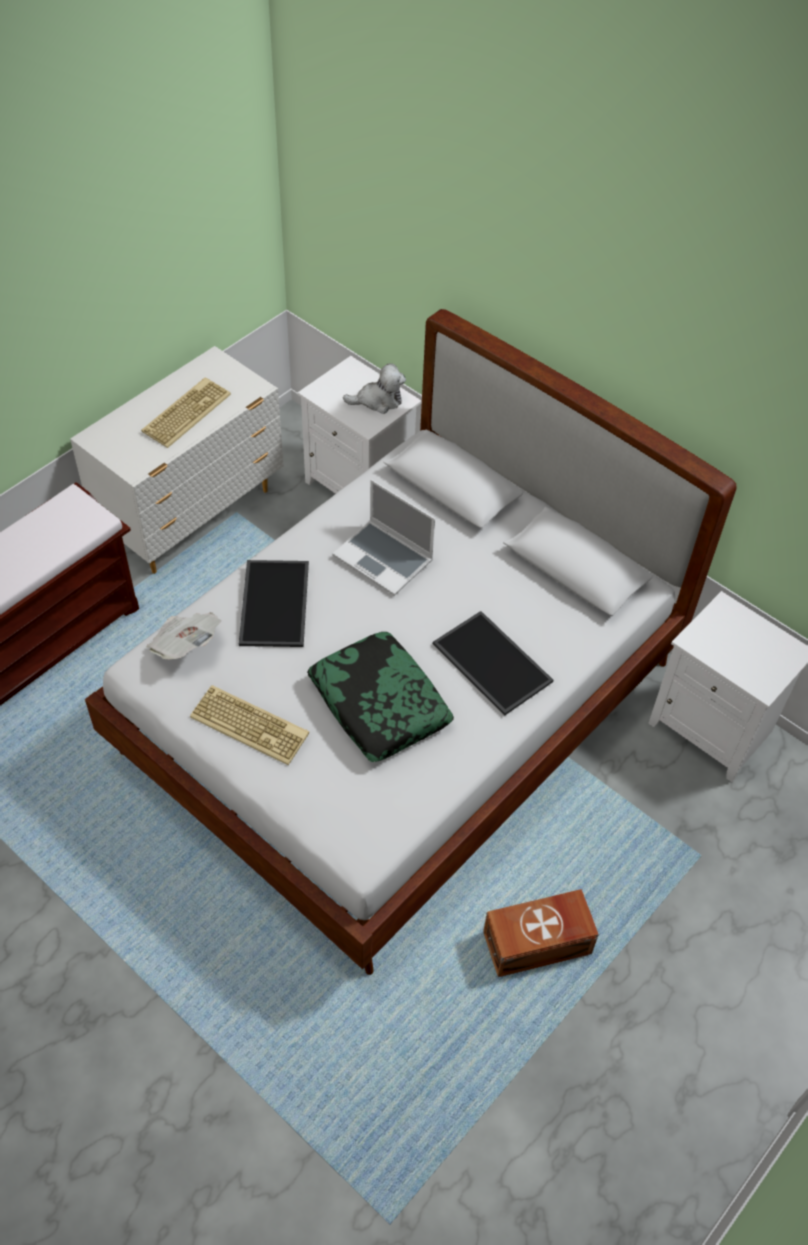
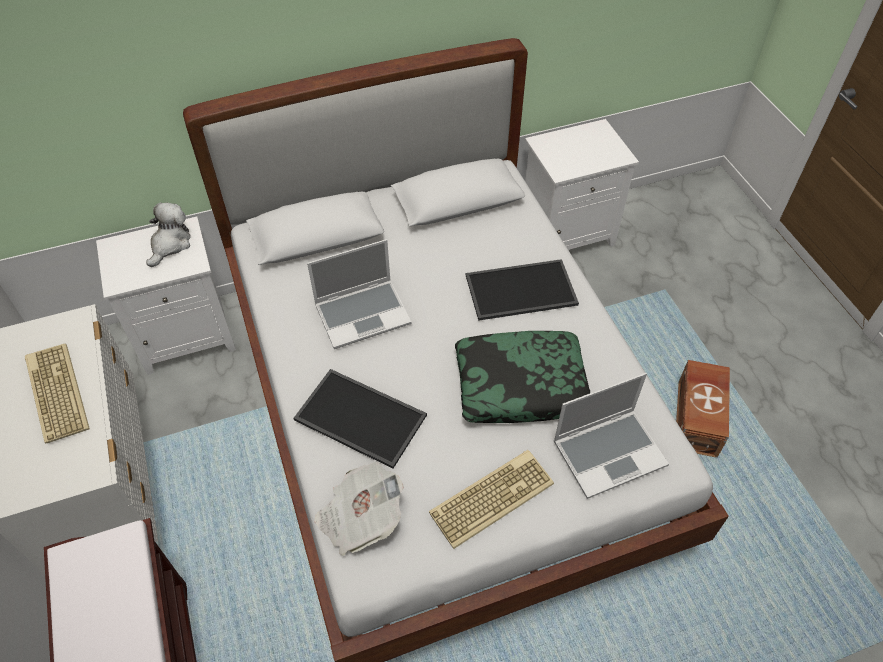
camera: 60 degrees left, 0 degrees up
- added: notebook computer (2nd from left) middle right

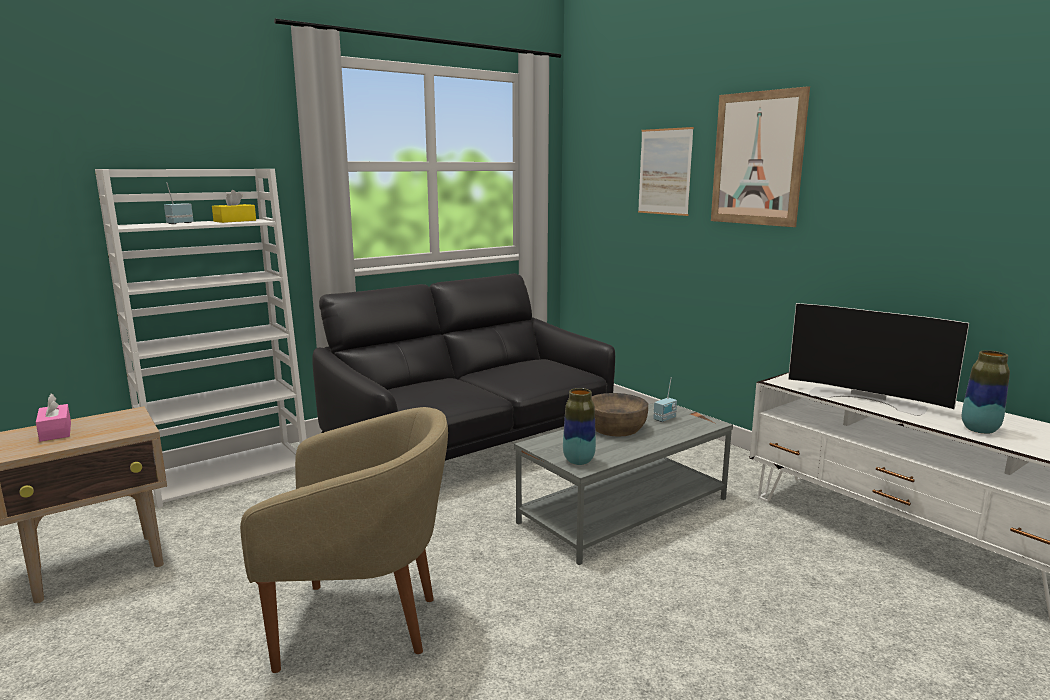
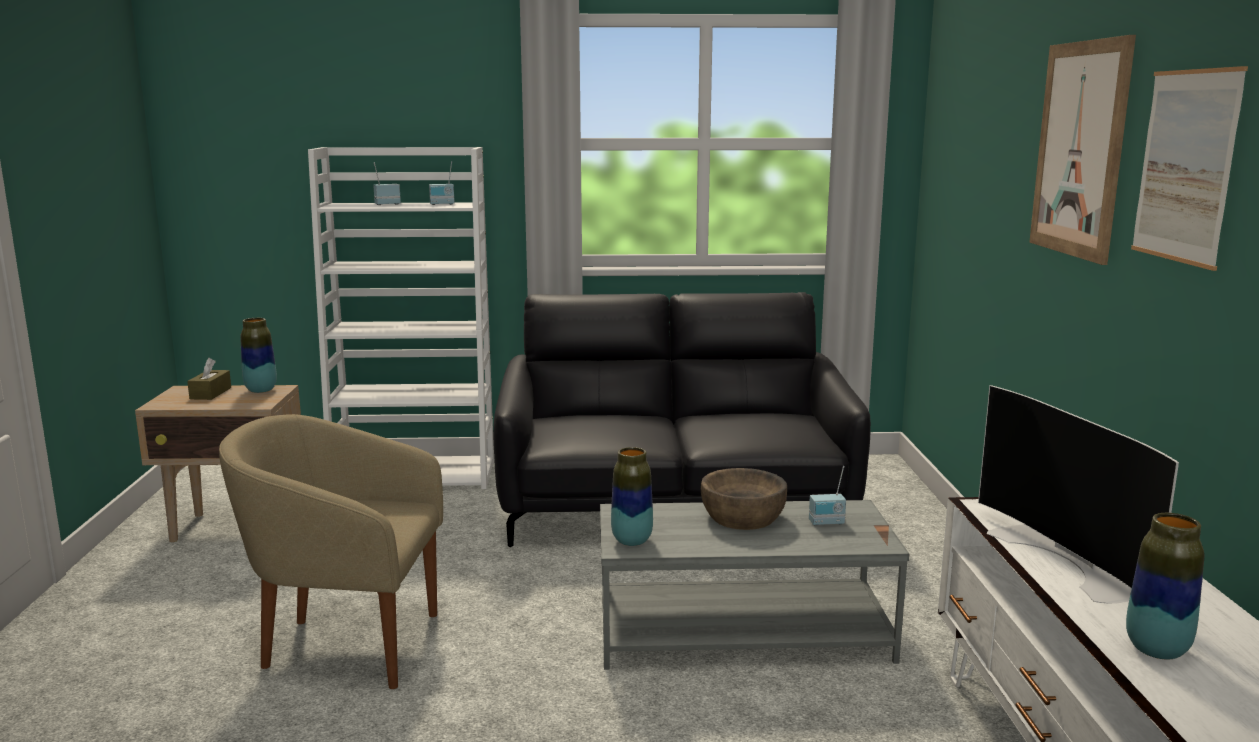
camera: 35 degrees right, 0 degrees up
- recoloured: tissue holder/pink middle left to tissue holder/brown middle left
- replaced: tissue holder/yellow top left to radio set (2nd from left) top centre
- turned: easy chair/beige bottom left = bottom left 150 degrees clockwise
- moved: picture (1st from left in the first image) top centre to picture (2nd from left) top right
- added: vase (1st from left) middle left

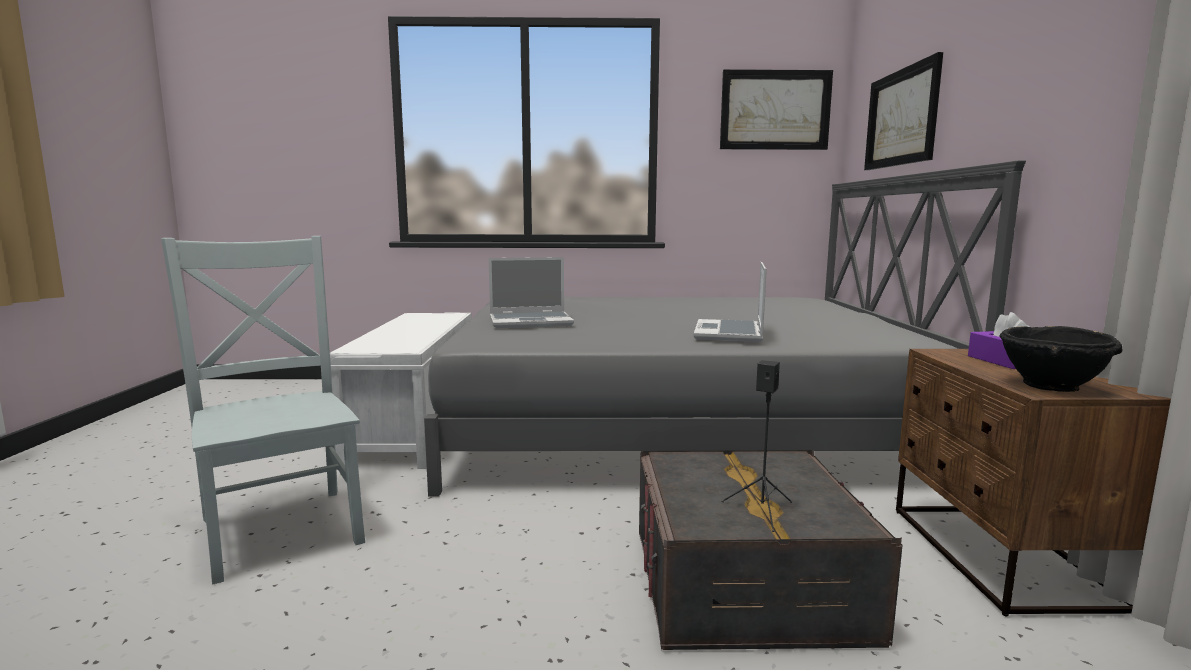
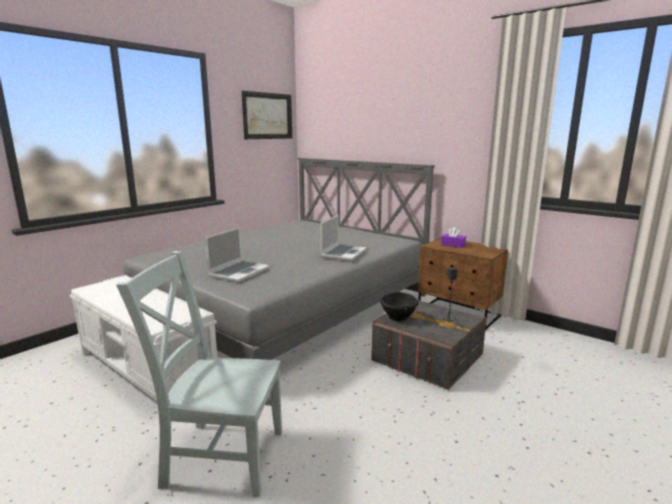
camera: 50 degrees left, 5 degrees up
- turned: notebook computer (2nd from left) centre = centre 120 degrees counterclockwise
- removed: picture (2nd from left) top right
- moved: deep dish/blackish middle right to centre

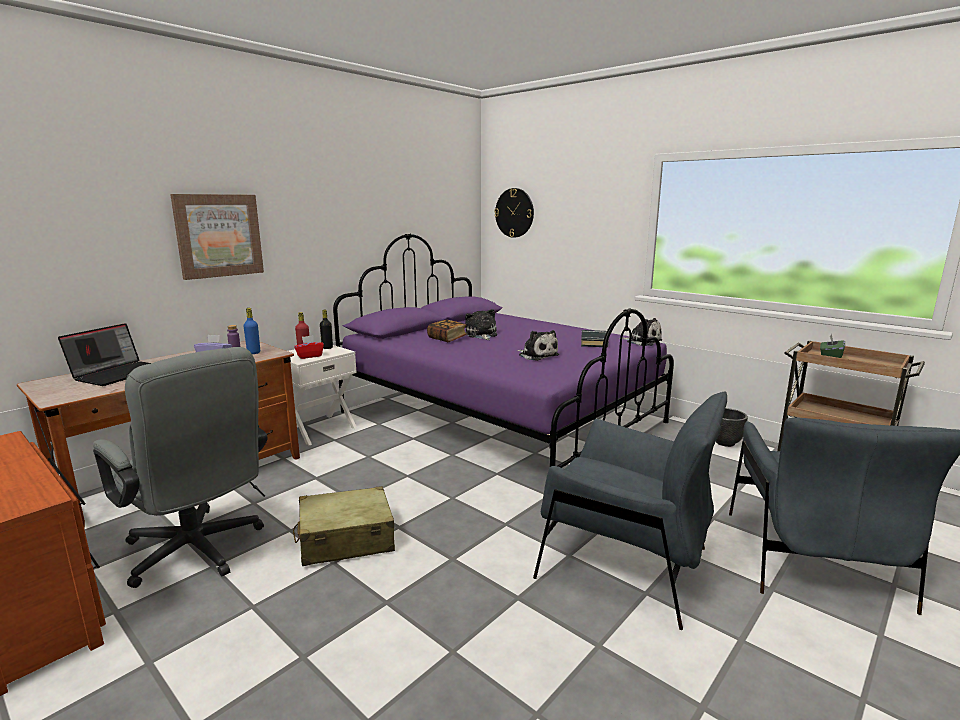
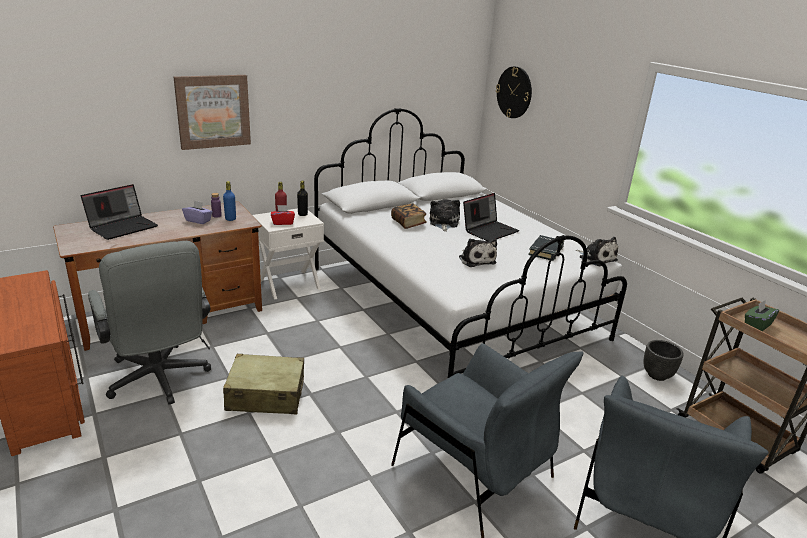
camera: 15 degrees right, 10 degrees up
- recoloured: bed/purple-coloured centre to bed/white-coloured centre
- added: notebook computer (2nd from left) centre

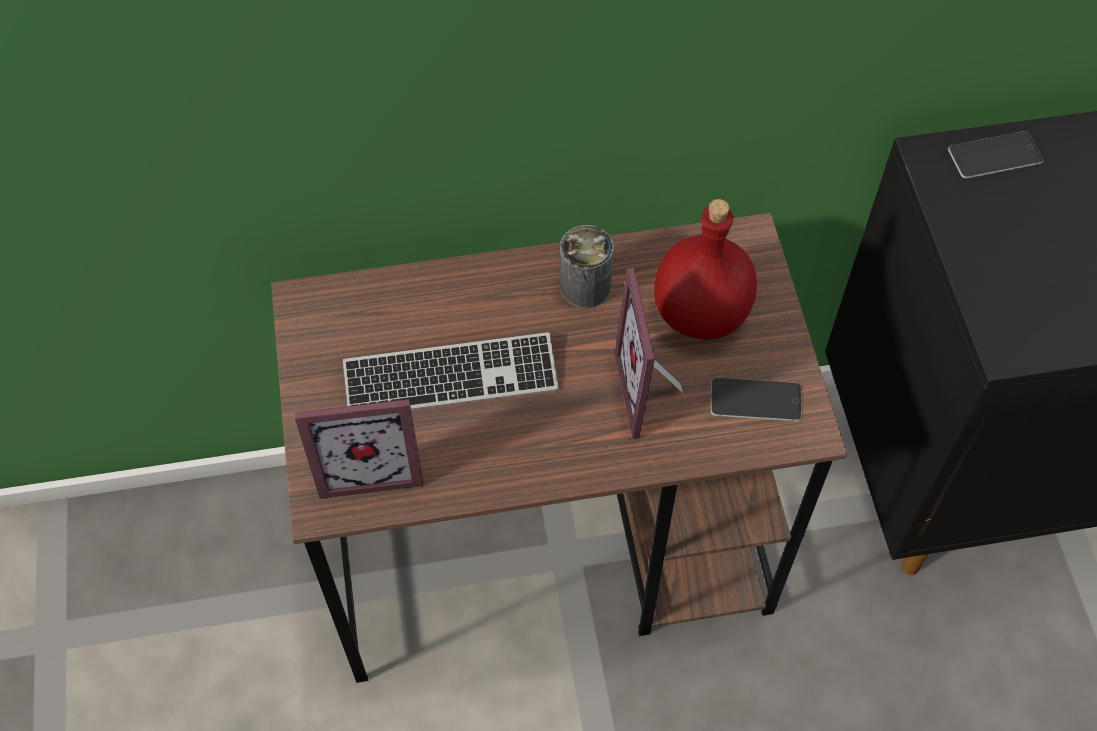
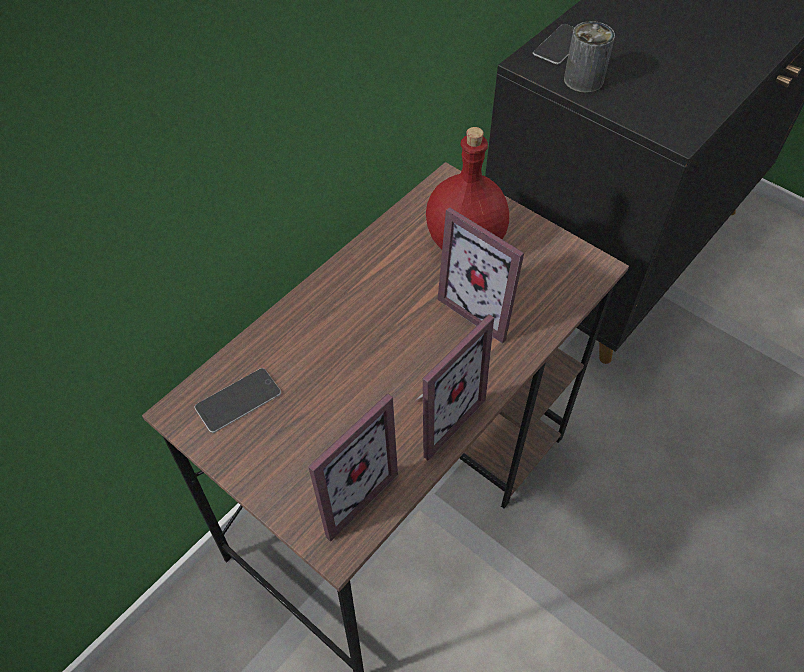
camera: 40 degrees left, 5 degrees down
- removed: PC keyboard centre
- moved: can centre to top right
- moved: telephone (1st from left) middle right to middle left
- added: picture frame (2nd from left) centre

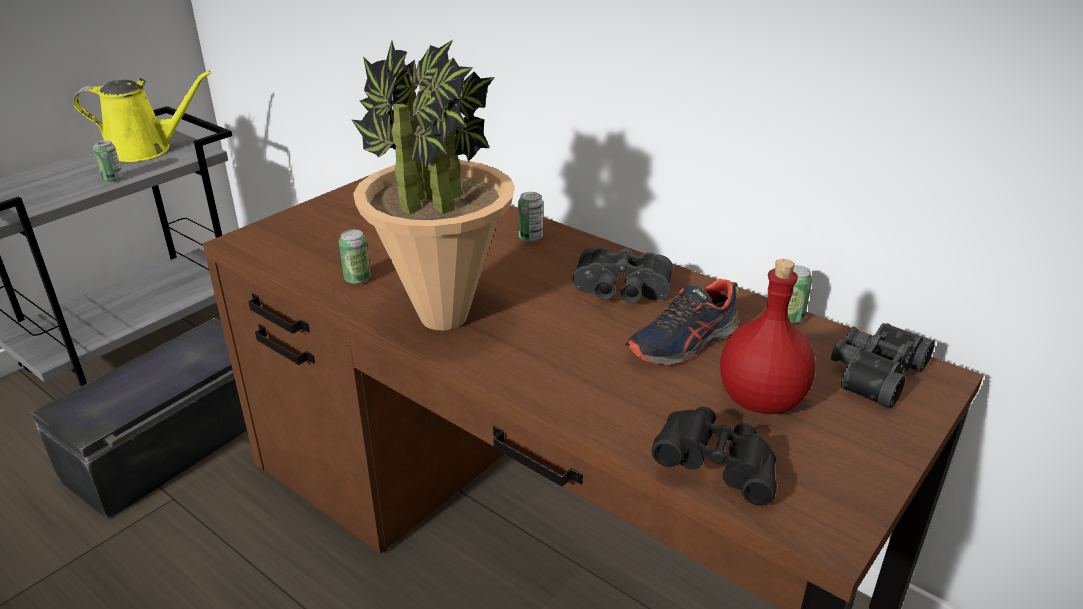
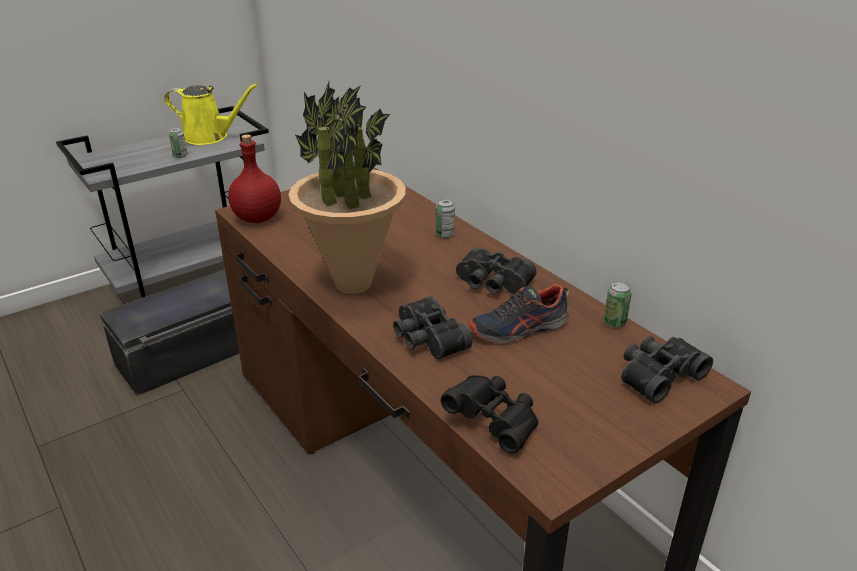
camera: 15 degrees right, 0 degrees up
- removed: can (2nd from left) middle left
- moved: beverage bottle/reddish middle right to top left
- added: binoculars/blackish (1st from left) centre

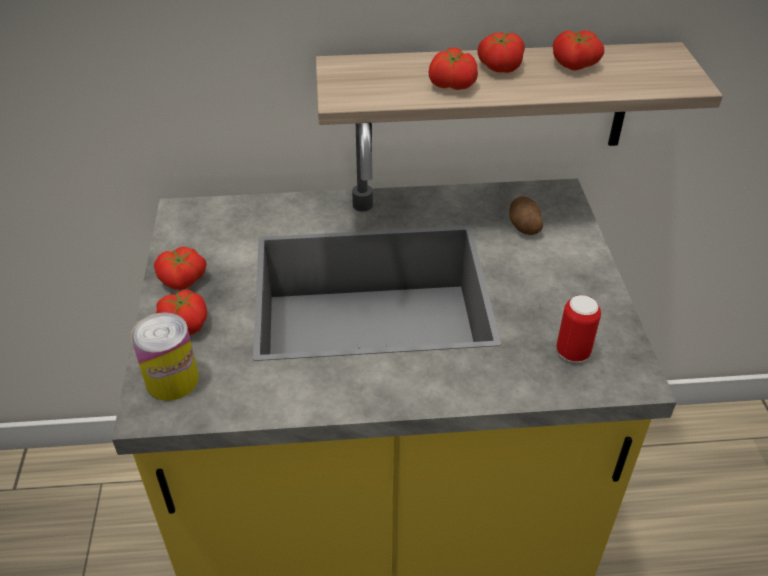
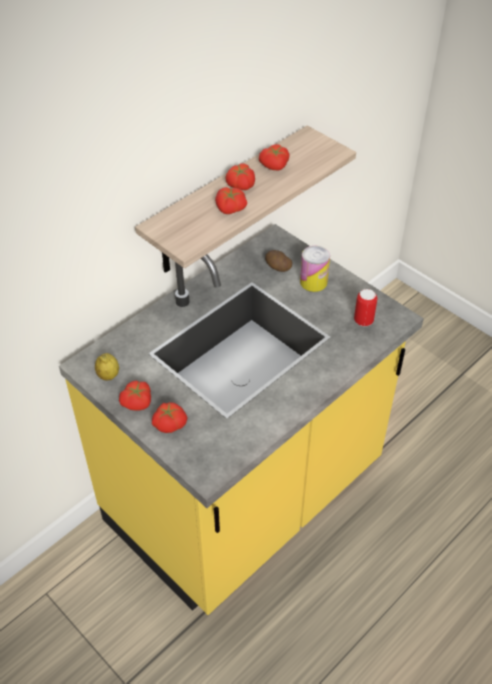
camera: 40 degrees left, 5 degrees up
- moved: can (1st from left) middle left to centre
- added: citrus fruit middle left

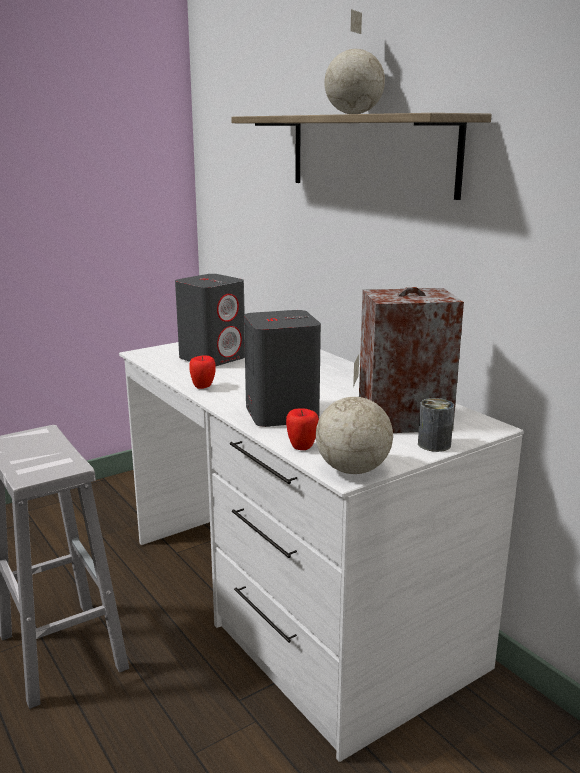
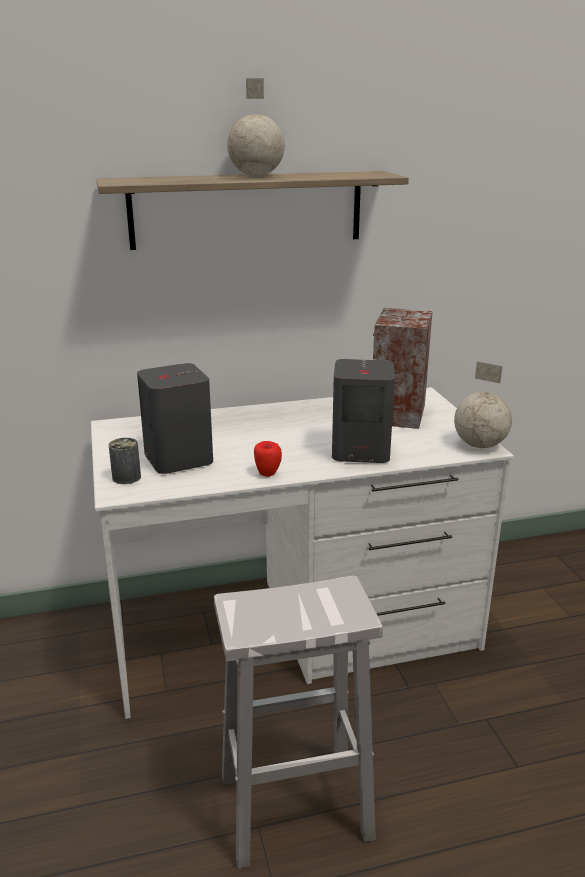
camera: 70 degrees left, 5 degrees up
- removed: apple fruit (2nd from left) centre
- moved: can middle right to middle left

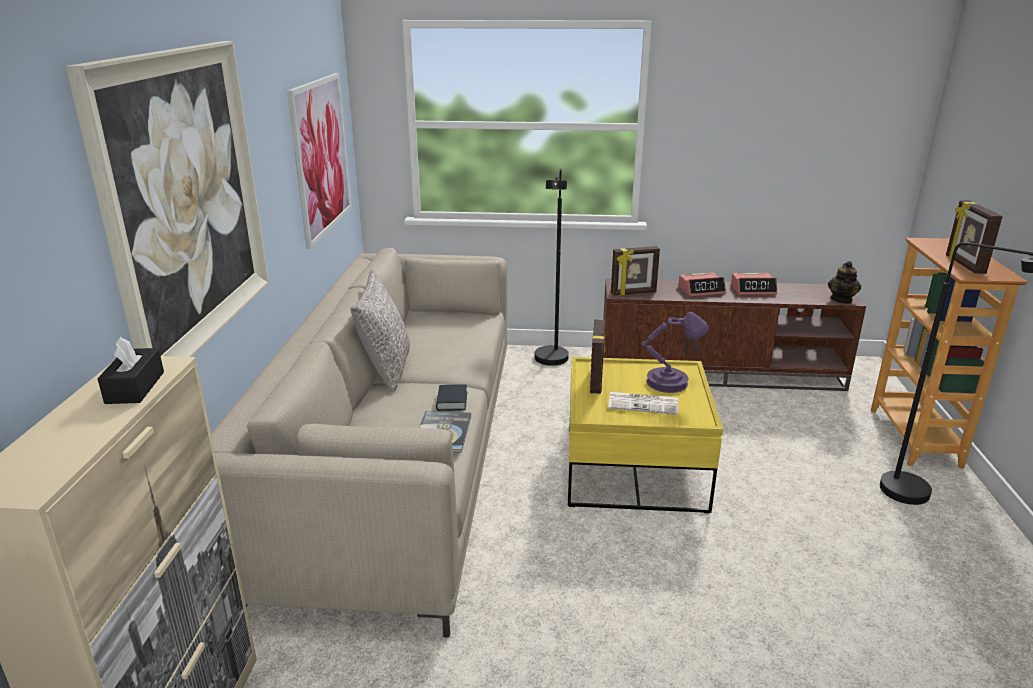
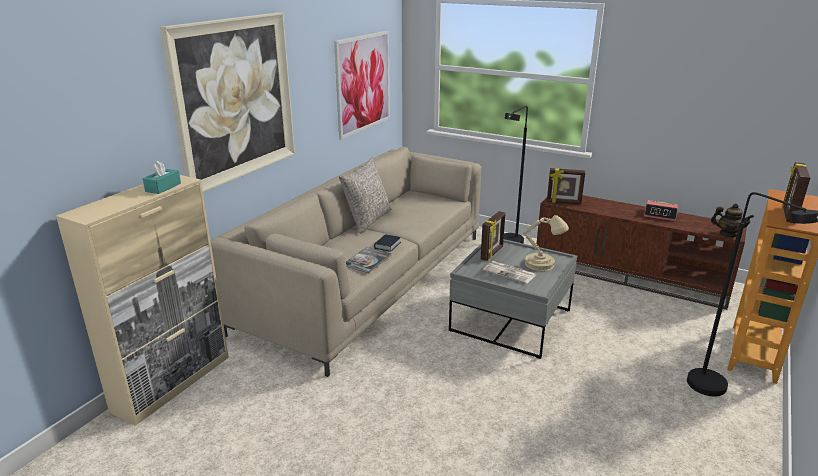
camera: 25 degrees right, 0 degrees up
- recoloured: tissue holder/blackish middle left to tissue holder/turquoise-coloured middle left
- recoloured: low table/yellow centre to low table/greyish centre
- recoloured: lamp for a table/purple-coloured centre to lamp for a table/beige middle right
- removed: table clock (1st from left) middle right
- turned: tea pot middle right = middle right 105 degrees counterclockwise

